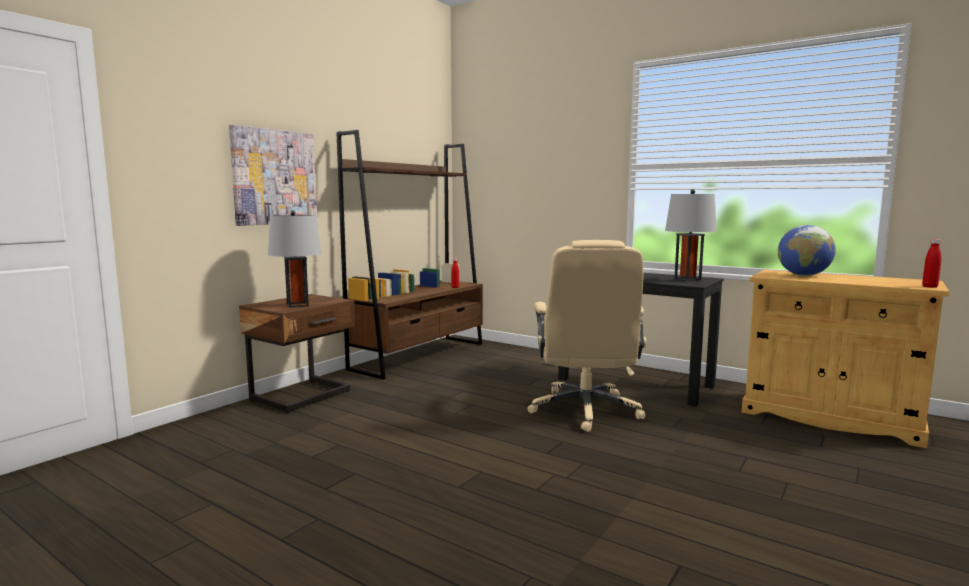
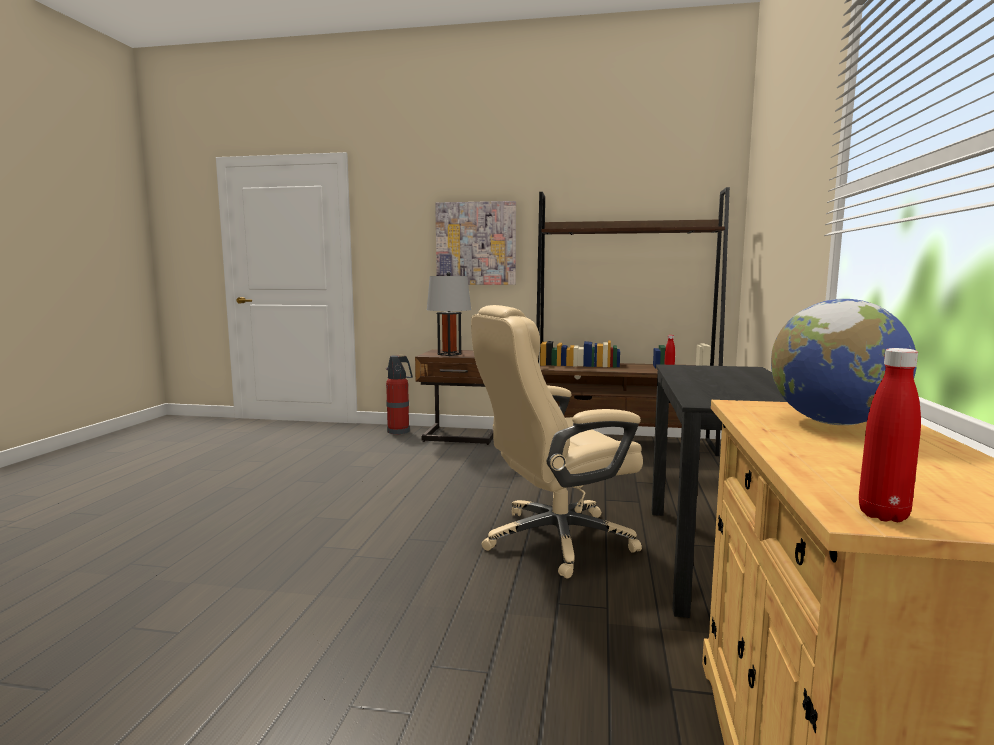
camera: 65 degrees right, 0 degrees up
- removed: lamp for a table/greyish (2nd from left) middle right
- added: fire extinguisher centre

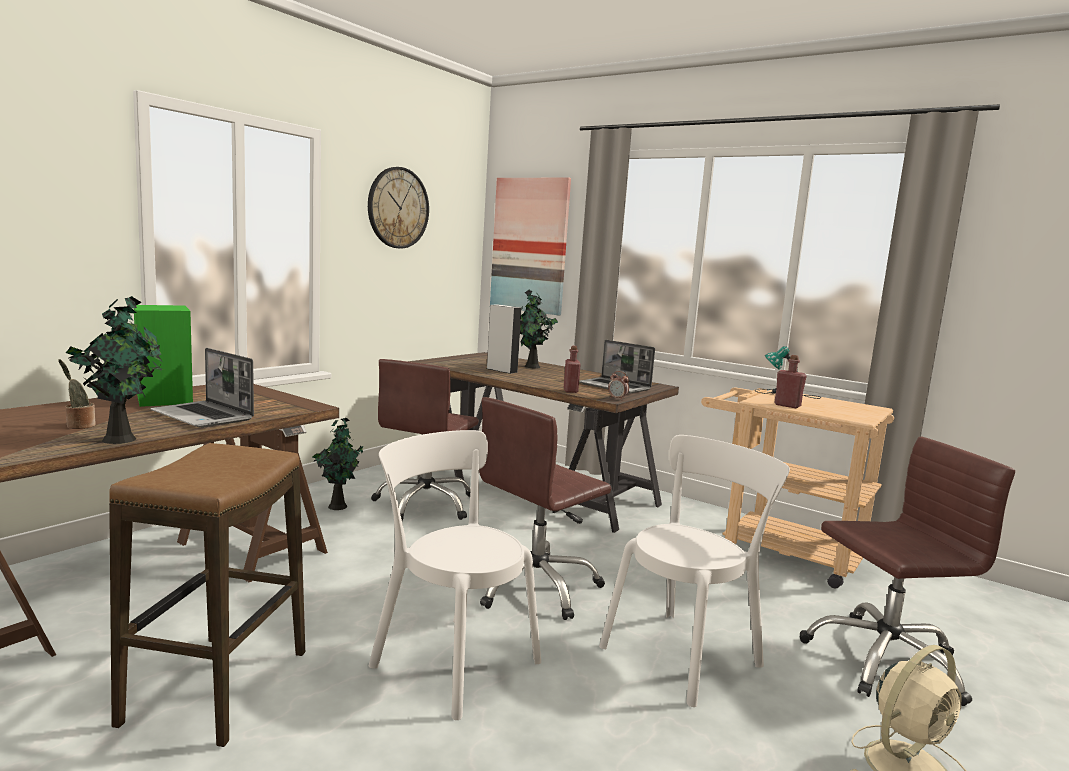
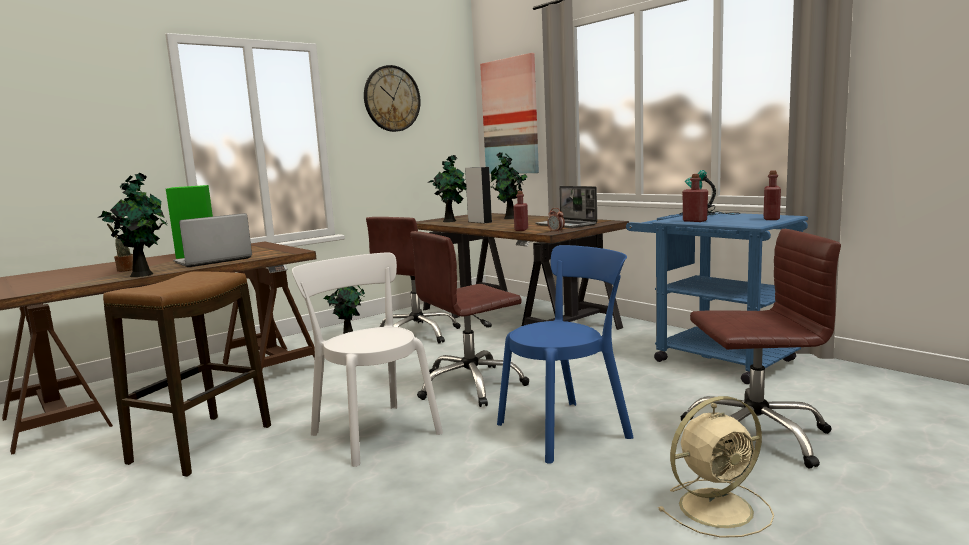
camera: 15 degrees right, 0 degrees up
- turned: notebook computer (1st from left) middle left = middle left 90 degrees clockwise
- recoloured: upright chair/white-coloured (2nd from left) bottom centre to upright chair/blue-coloured centre
- recoloured: cart/beige middle right to cart/blue-coloured middle right
- added: houseplant (4th from left) centre
- added: beverage bottle/reddish (3rd from left) middle right

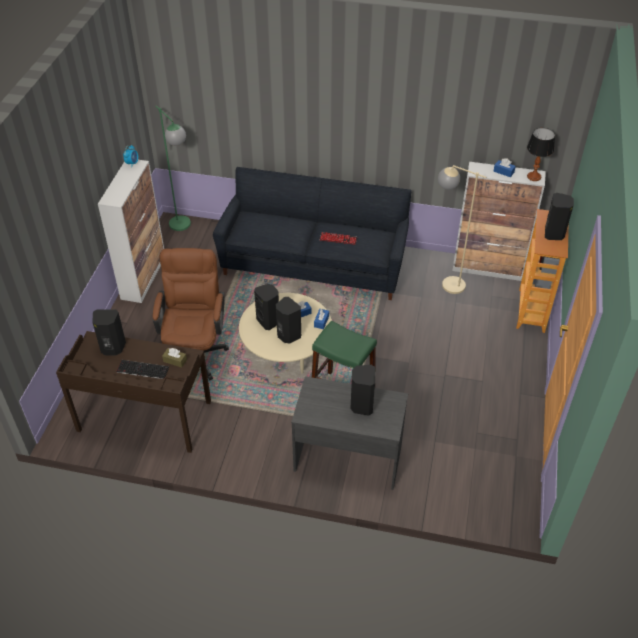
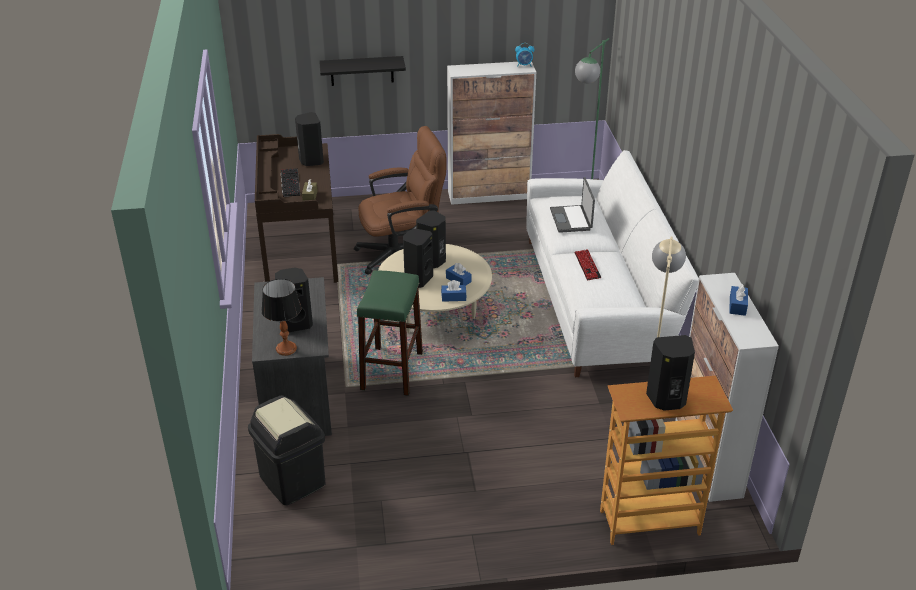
camera: 70 degrees right, 10 degrees down
- recoloured: sofa/blackish centre to sofa/white-coloured middle right
- moved: lamp for a table top right to middle left
- added: waste bin/blackish bottom left
- added: shelf/blackish top centre
- added: notebook computer centre

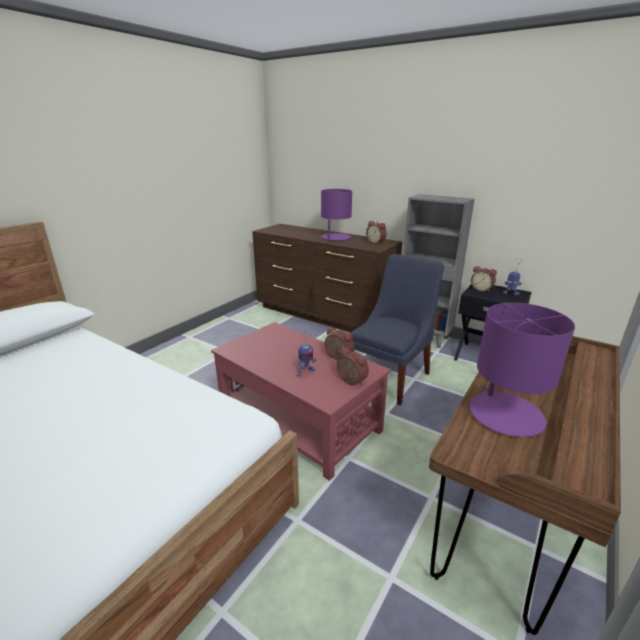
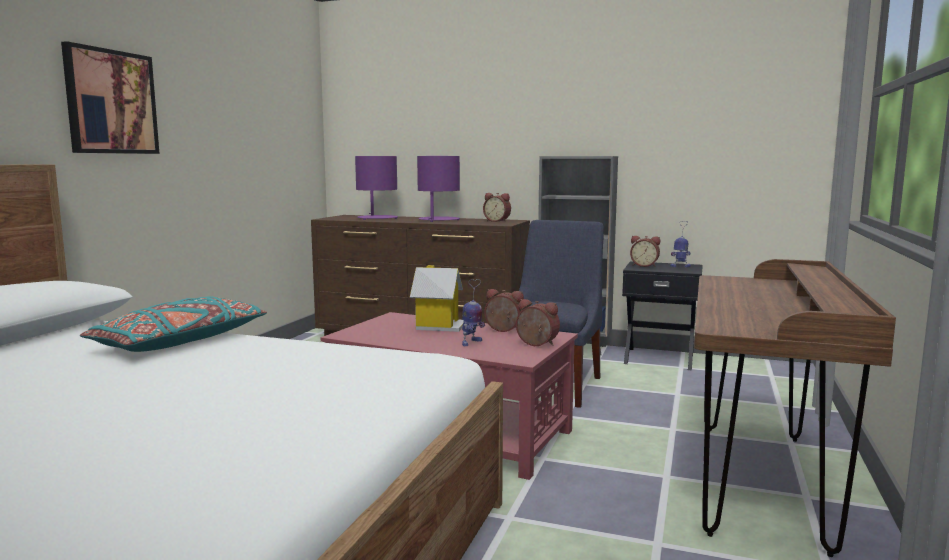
camera: 15 degrees left, 15 degrees down
- moved: lamp for a table/purple-coloured (2nd from left in the first image) middle right to lamp for a table/purple-coloured (1st from left) centre
- added: picture top left
- added: cushion/turquoise-coloured middle left
- added: miniature house centre

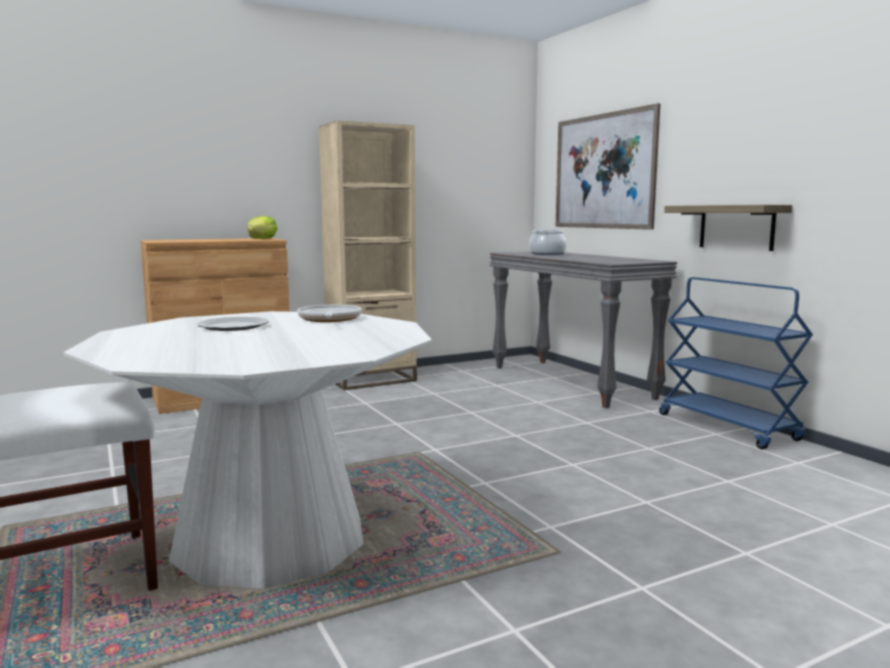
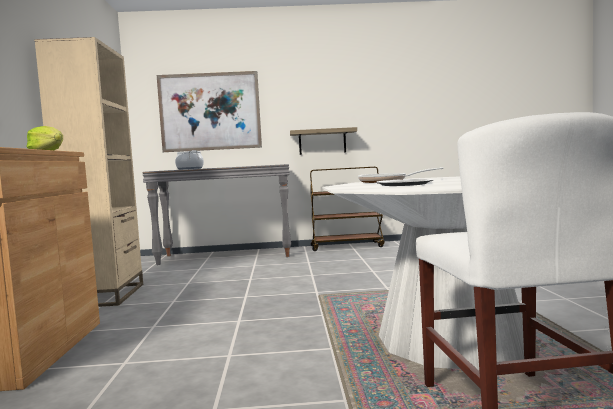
camera: 65 degrees left, 5 degrees down
- recoloured: cart/blue-coloured middle right to cart/brown centre

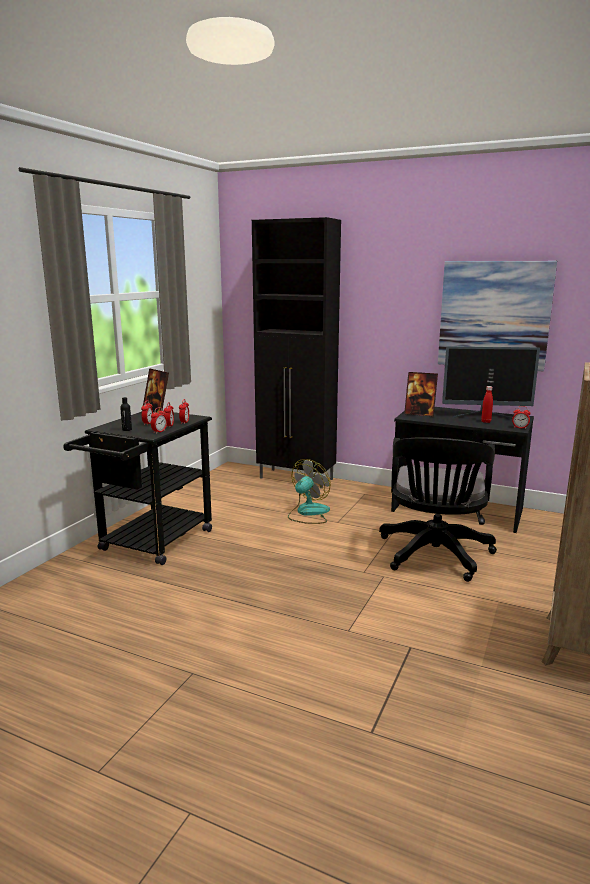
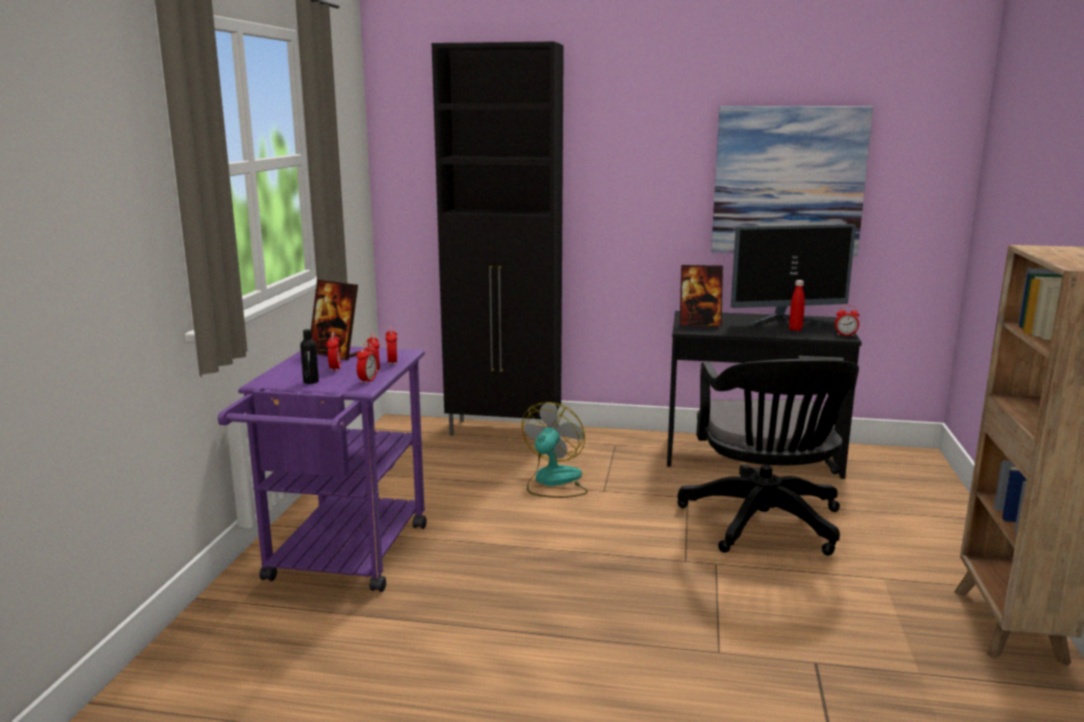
camera: 15 degrees left, 0 degrees up
- recoloured: cart/blackish middle left to cart/purple-coloured middle left

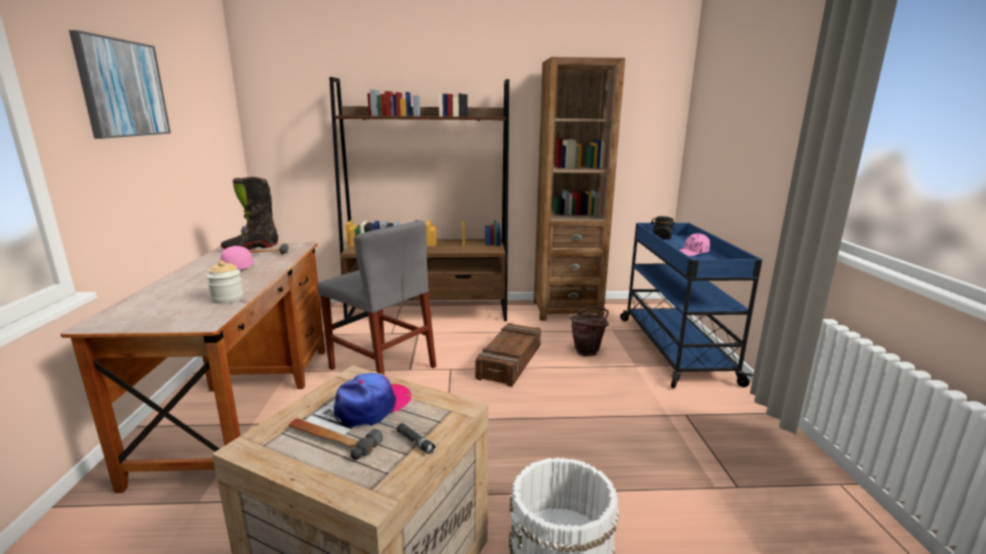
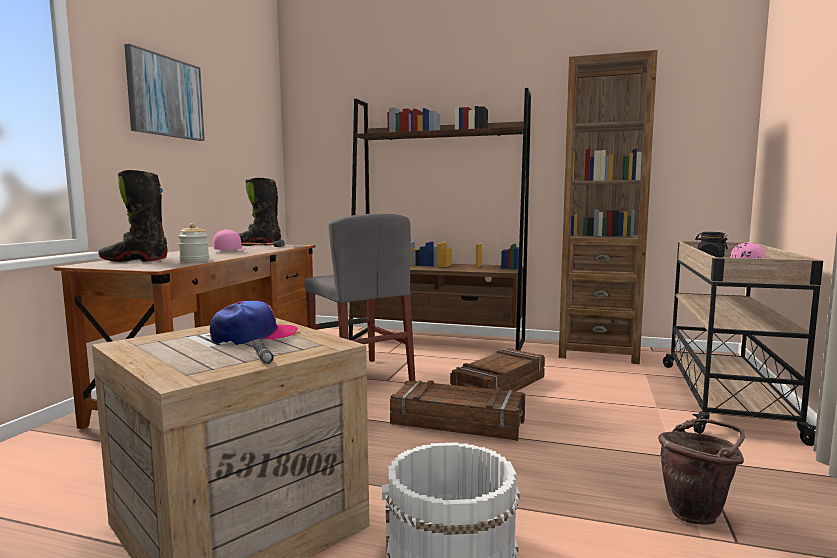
camera: 20 degrees right, 10 degrees down
- removed: tool hammer (2nd from left) bottom centre
- moved: pail/brown centre to bottom right
- recoloured: cart/blue-coloured middle right to cart/beige middle right
- added: boot/blackish (1st from left) middle left
- added: packing crate (2nd from left) bottom centre

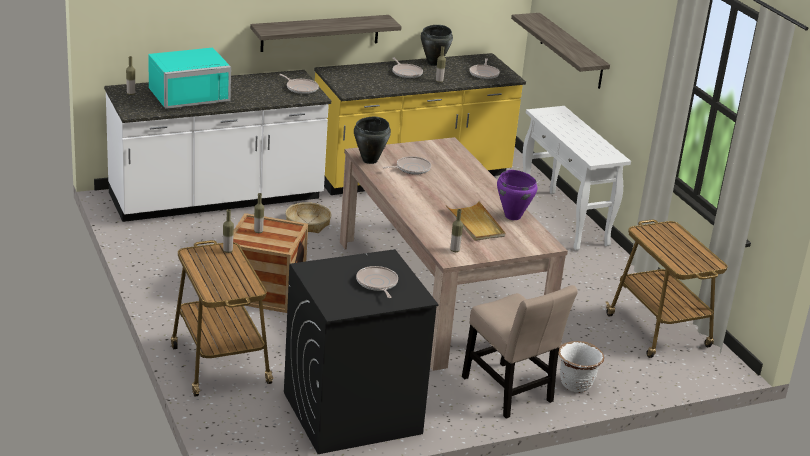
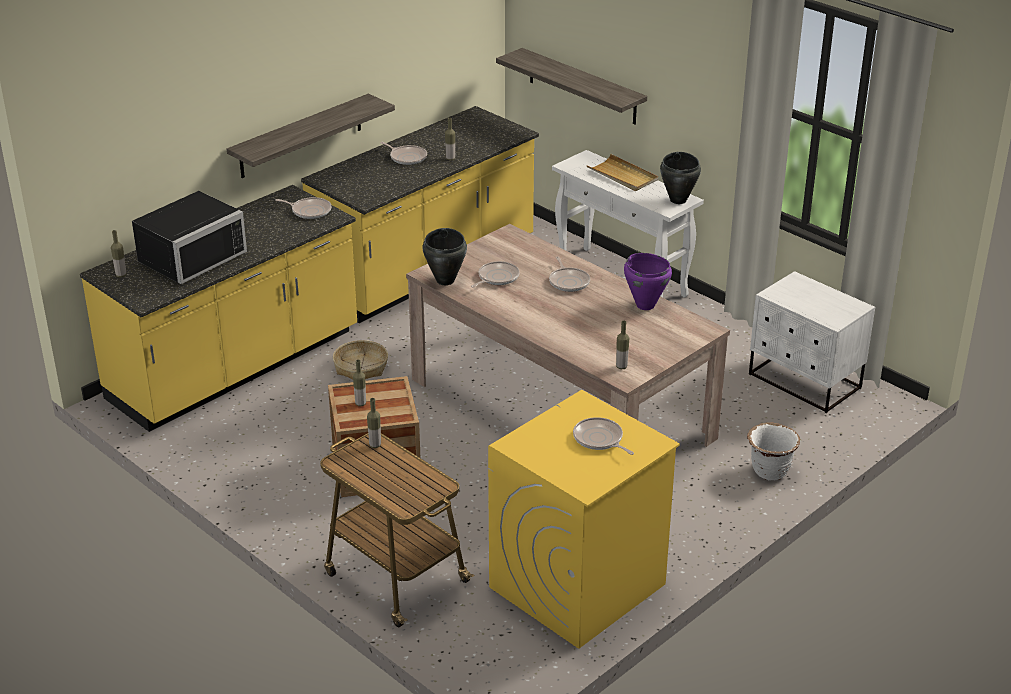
camera: 20 degrees left, 5 degrees up
- recoloured: counter/white-coloured top left to counter/yellow (1st from left) middle left
- recoloured: microwave oven/turquoise-coloured top left to microwave oven/blackish middle left
- recoloured: laundry appliance/blackish bottom centre to laundry appliance/yellow bottom centre
- moved: stockpot/blackish (2nd from left) top centre to top right
- moved: tray/beige centre to top centre
- removed: upright chair/beige bottom centre
- moved: pan (5th from left in the first image) top centre to pan (4th from left) centre
- replaced: cart (2nd from left) middle right to bedside table/white-coloured middle right

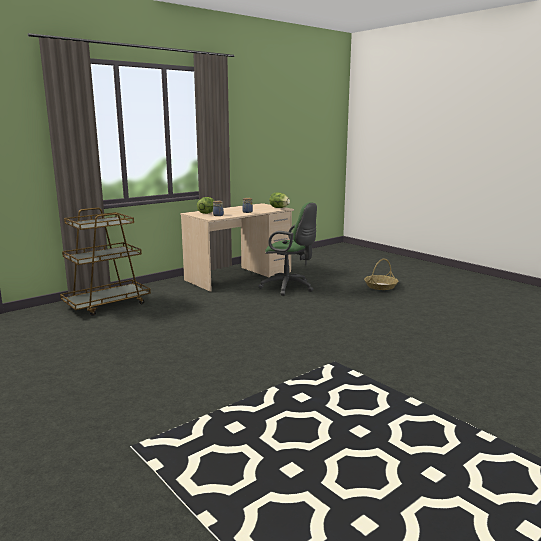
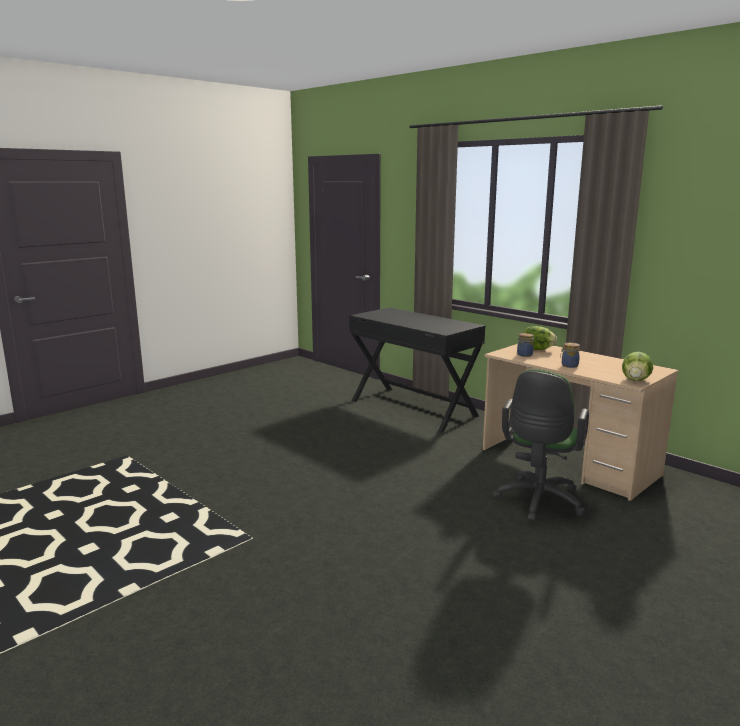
camera: 85 degrees right, 0 degrees up
- replaced: cart/brown middle left to desk table/blackish centre
- removed: household basket middle right

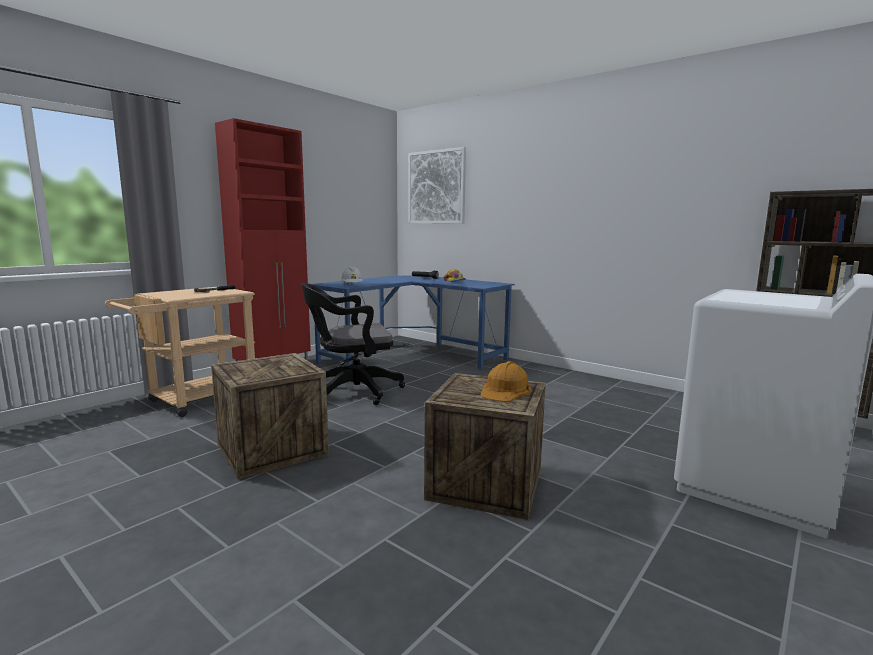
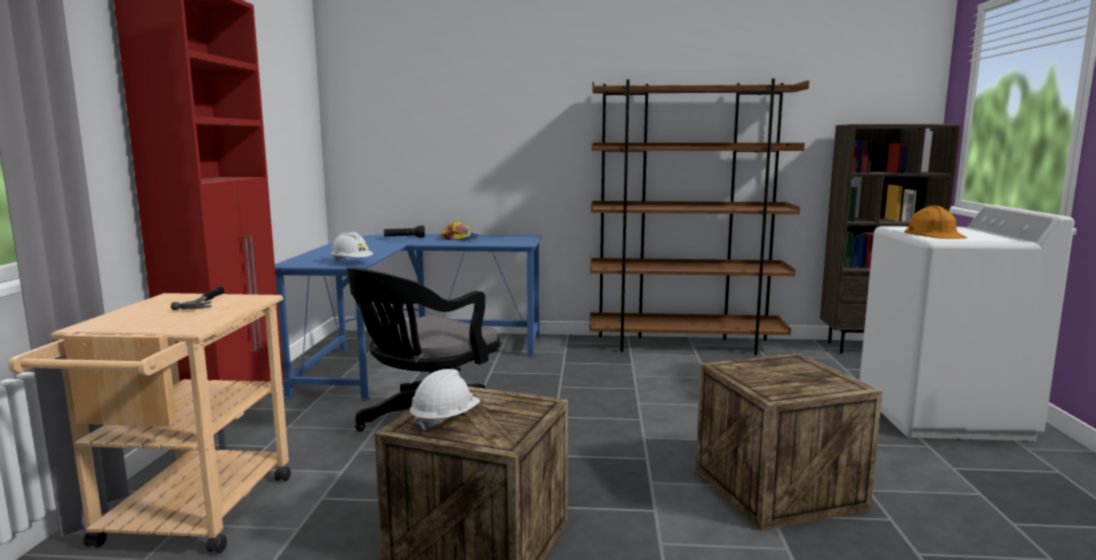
camera: 35 degrees left, 0 degrees up
- removed: picture top centre
- moved: work helmet/orangey centre to middle right
- added: work helmet/white-coloured (2nd from left) bottom centre
- added: bookcase/brown (1st from left) centre

